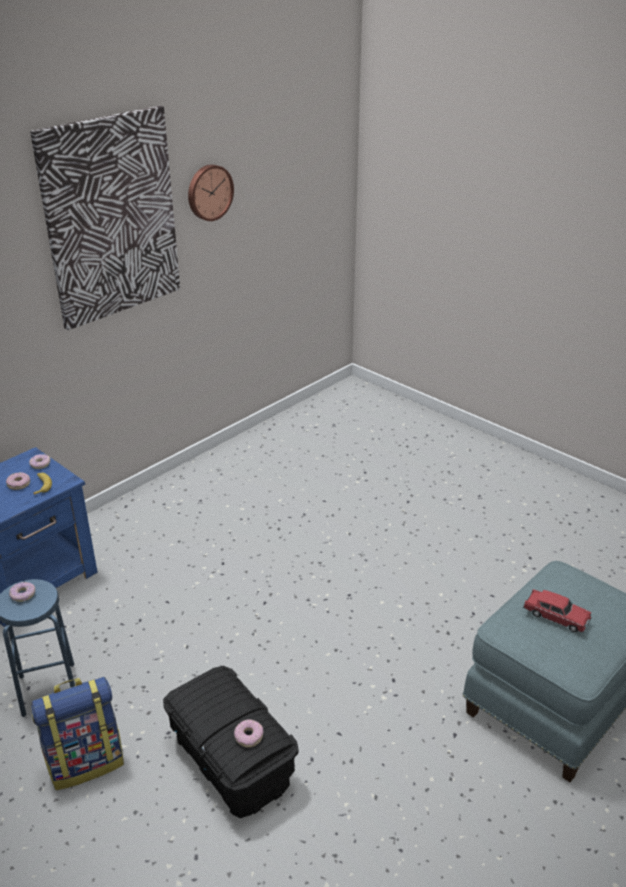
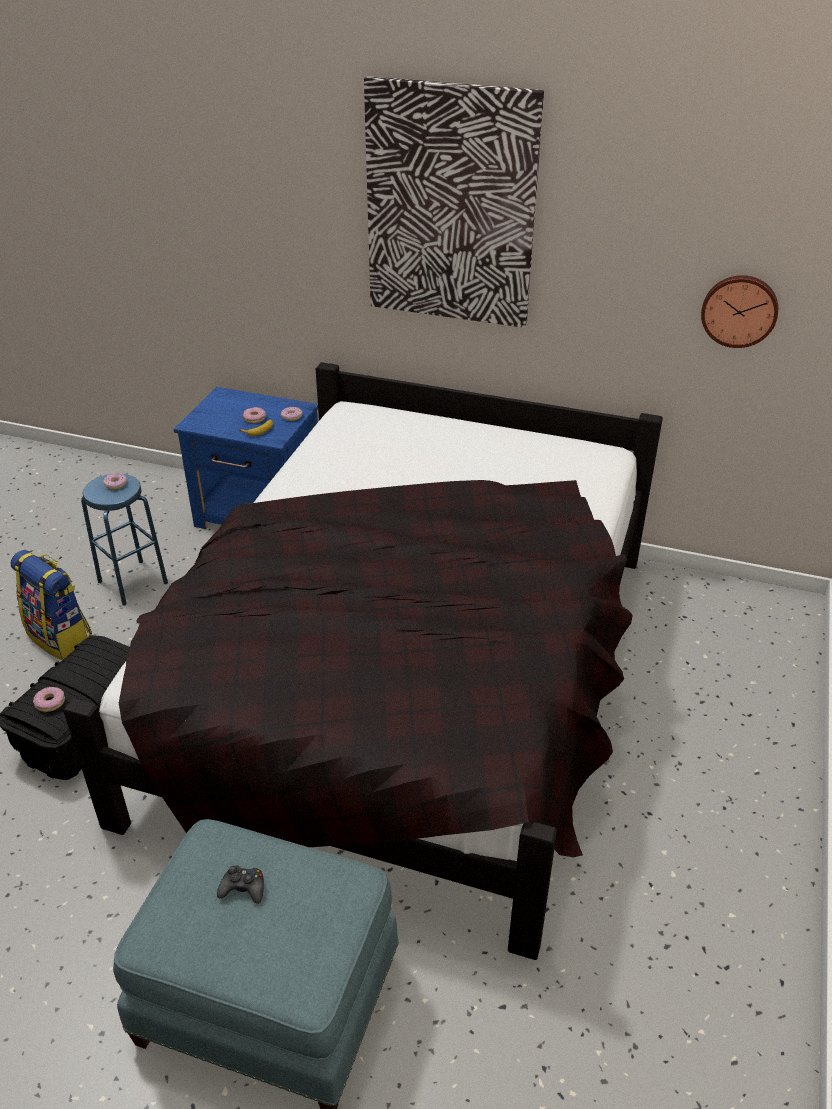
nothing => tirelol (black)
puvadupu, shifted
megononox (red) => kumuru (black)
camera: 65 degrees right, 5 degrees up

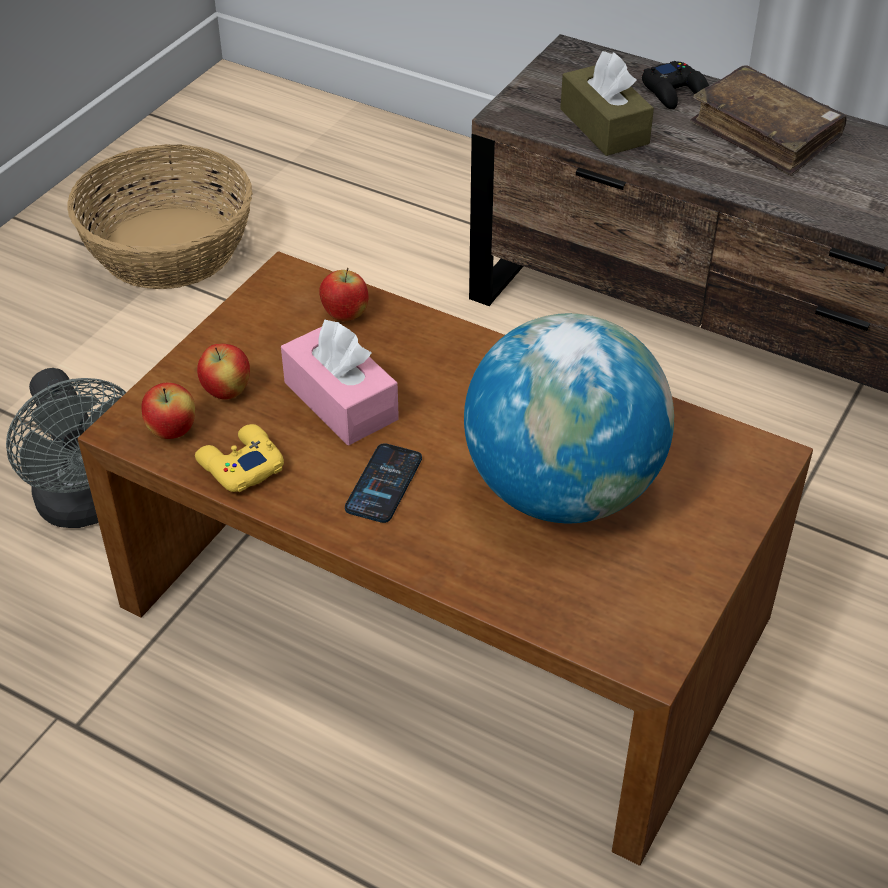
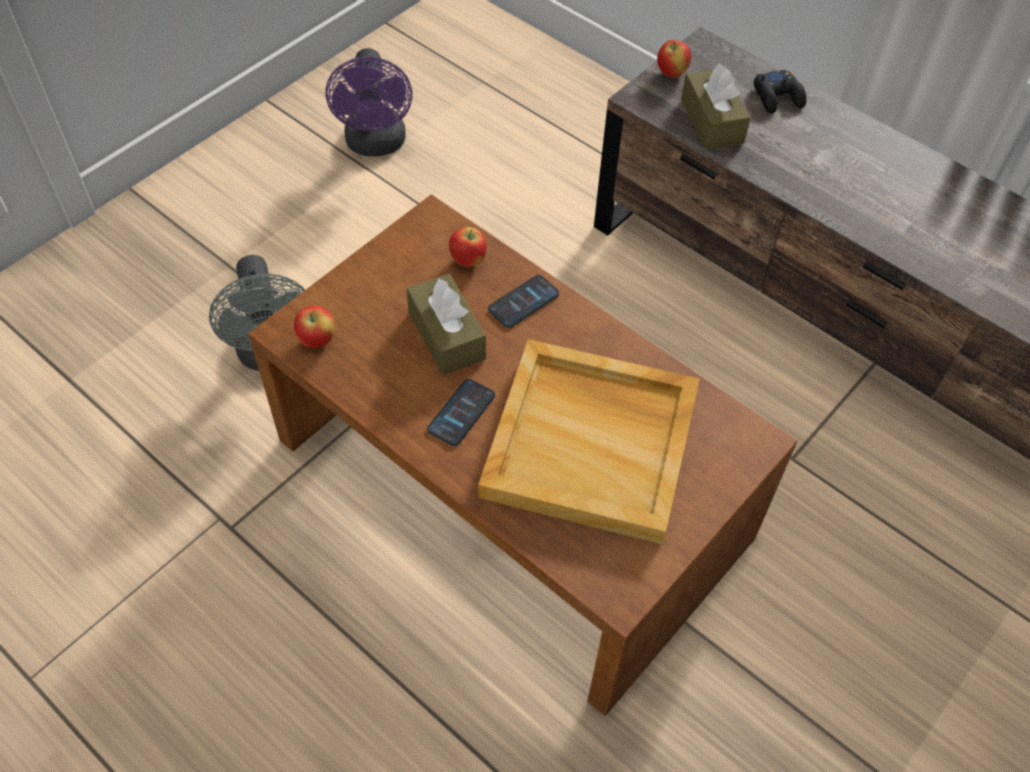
kumuru (yellow) => nothing
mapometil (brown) => nothing
nothing => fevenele (no. 2 from left)
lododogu (no. 2 from left in the first image) => lododogu (no. 3 from left), shifted
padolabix => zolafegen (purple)
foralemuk => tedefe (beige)
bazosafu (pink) => bazosafu (brown) (no. 1 from left)
camera: 10 degrees right, 10 degrees up

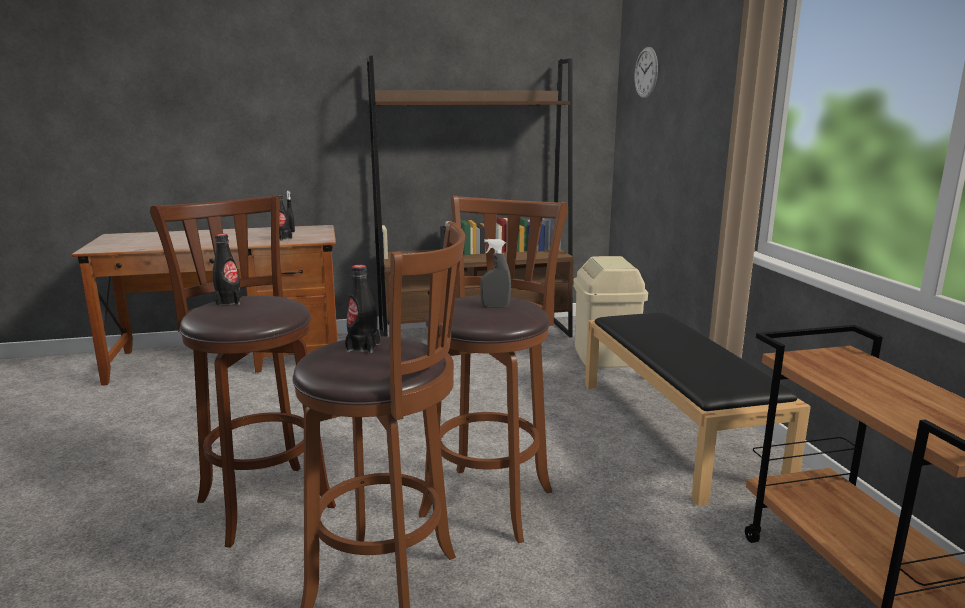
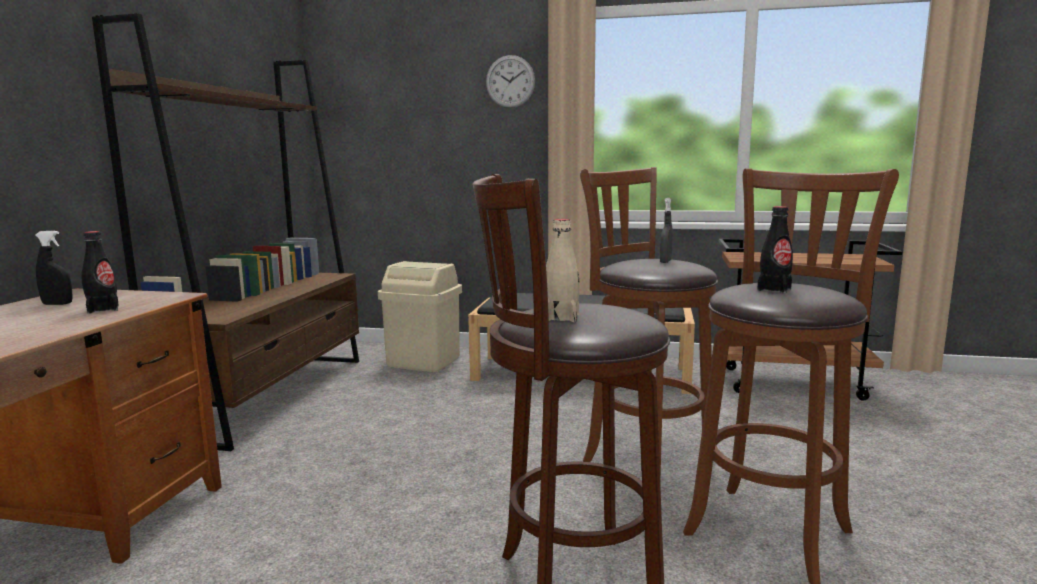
puvadupu, shifted
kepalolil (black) (no. 1 from left) => kepalolil (beige)
camera: 65 degrees left, 5 degrees down

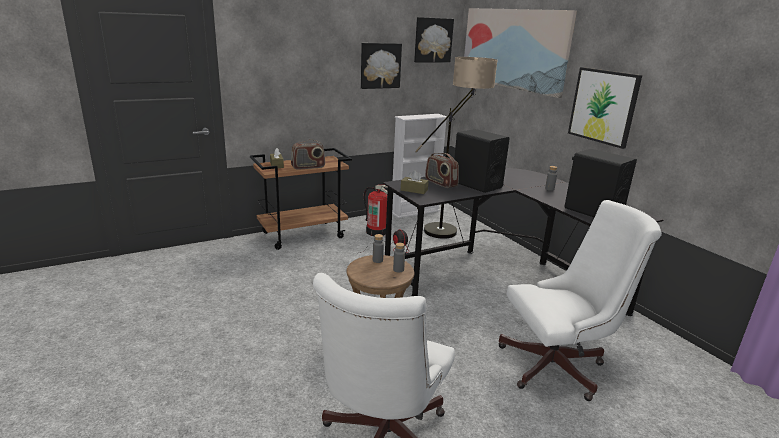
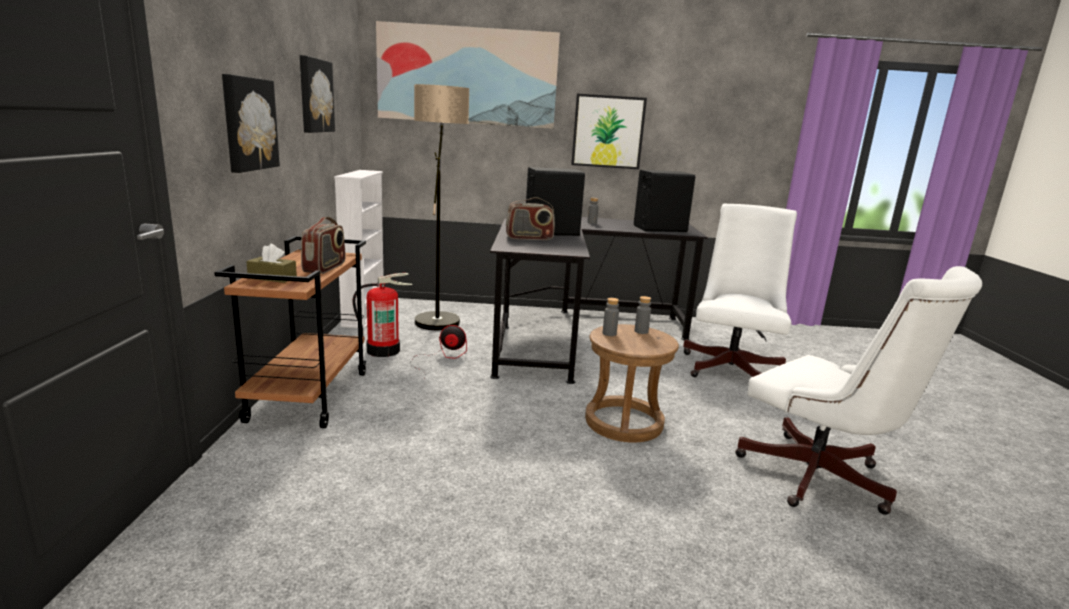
bazosafu (brown) (no. 2 from left) => nothing
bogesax (no. 2 from left in the first image) => bogesax (no. 1 from left), shifted
camera: 60 degrees left, 5 degrees down

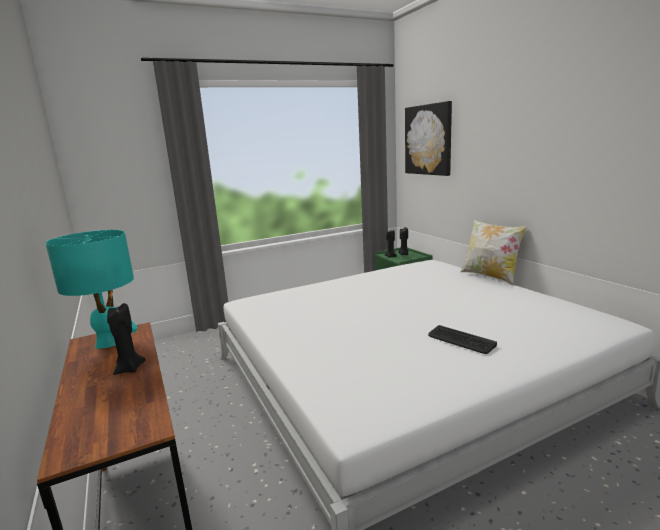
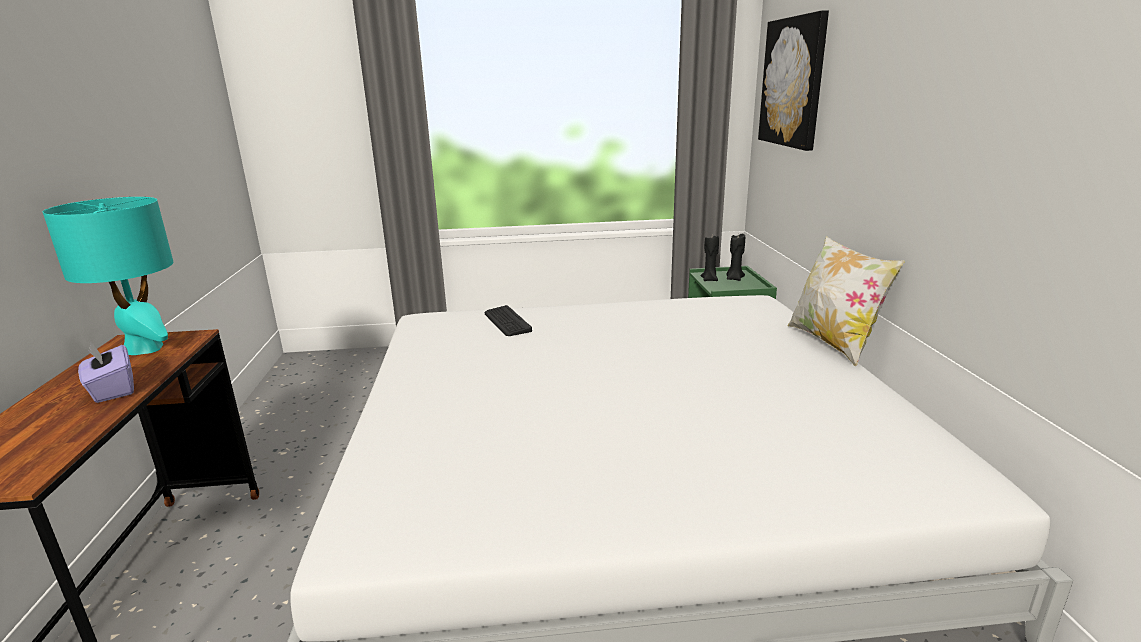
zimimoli, shifted
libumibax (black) (no. 1 from left) => bazosafu (purple)
camera: 20 degrees right, 5 degrees up

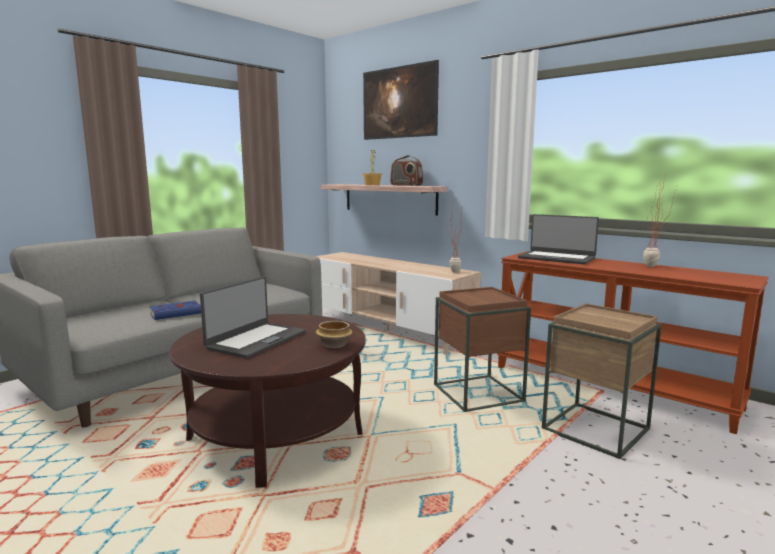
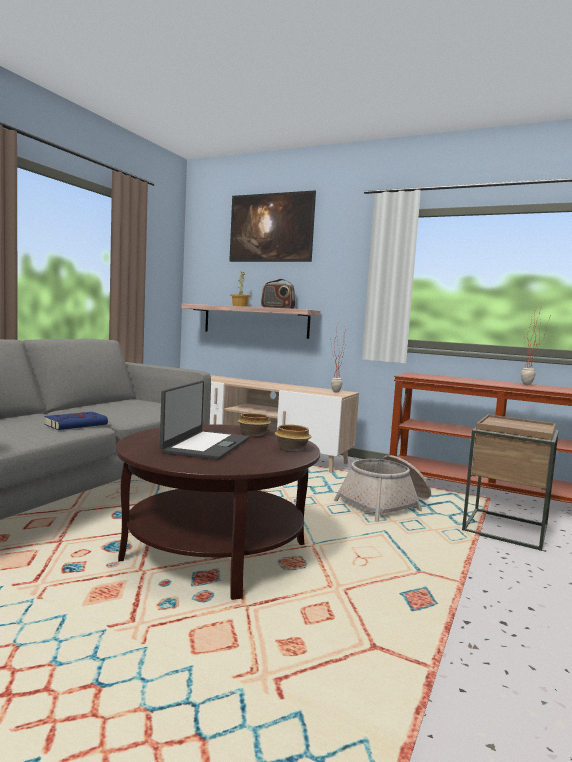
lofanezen (no. 2 from left) => nothing
nothing => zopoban (no. 1 from left)
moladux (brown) (no. 1 from left) => padolabix
camera: 15 degrees left, 5 degrees down

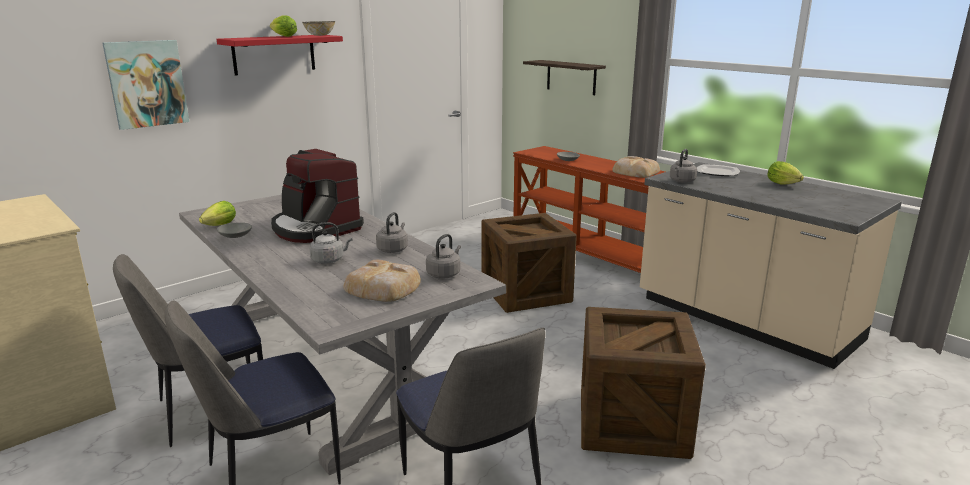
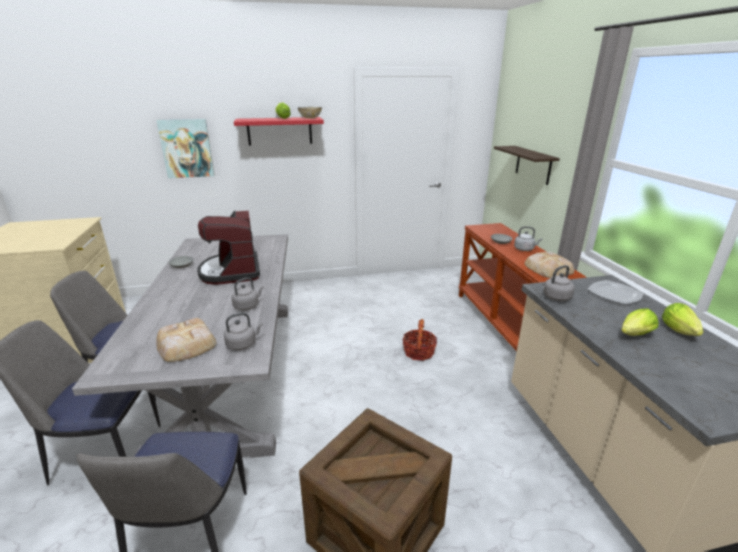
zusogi (no. 1 from left in the first image) => zusogi (no. 2 from left), shifted
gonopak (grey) (no. 1 from left in the first image) => gonopak (grey) (no. 3 from left), shifted
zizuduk (no. 1 from left) => padolabix
camera: 30 degrees right, 5 degrees up

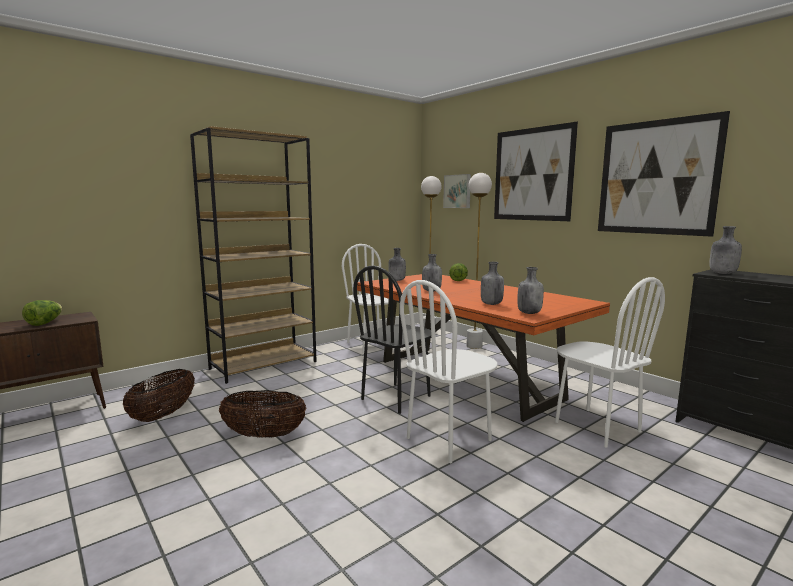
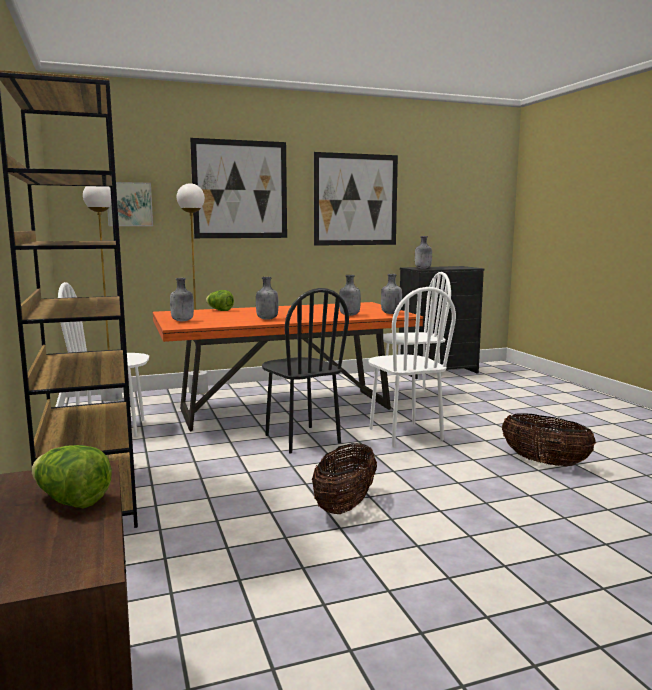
padolabix (no. 1 from left in the first image) => padolabix (no. 2 from left), shifted
camera: 70 degrees left, 0 degrees up

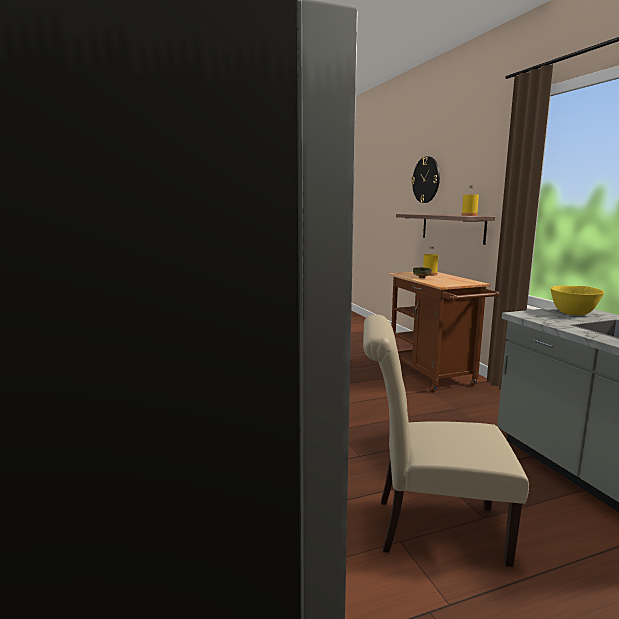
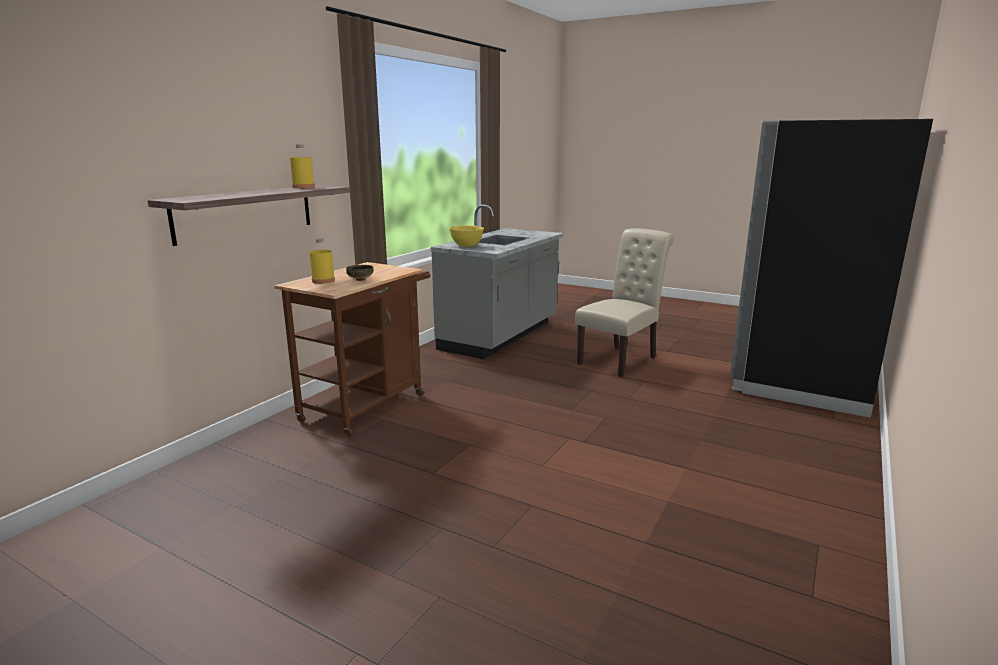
puvadupu => nothing
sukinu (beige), 105 degrees counterclockwise
camera: 130 degrees left, 5 degrees up

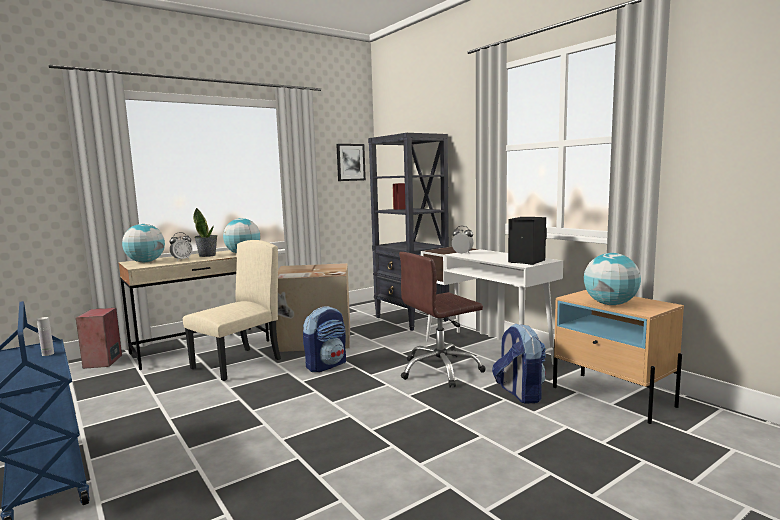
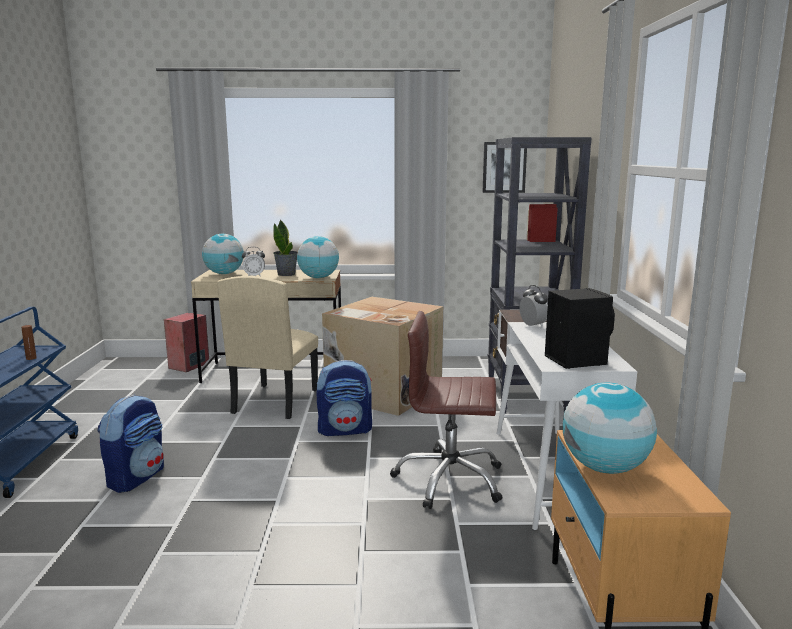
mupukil (no. 2 from left in the first image) => mupukil (no. 1 from left), shifted
kepalolil (white) => kepalolil (brown)
sukinu (beige), 120 degrees clockwise
camera: 35 degrees right, 5 degrees up

